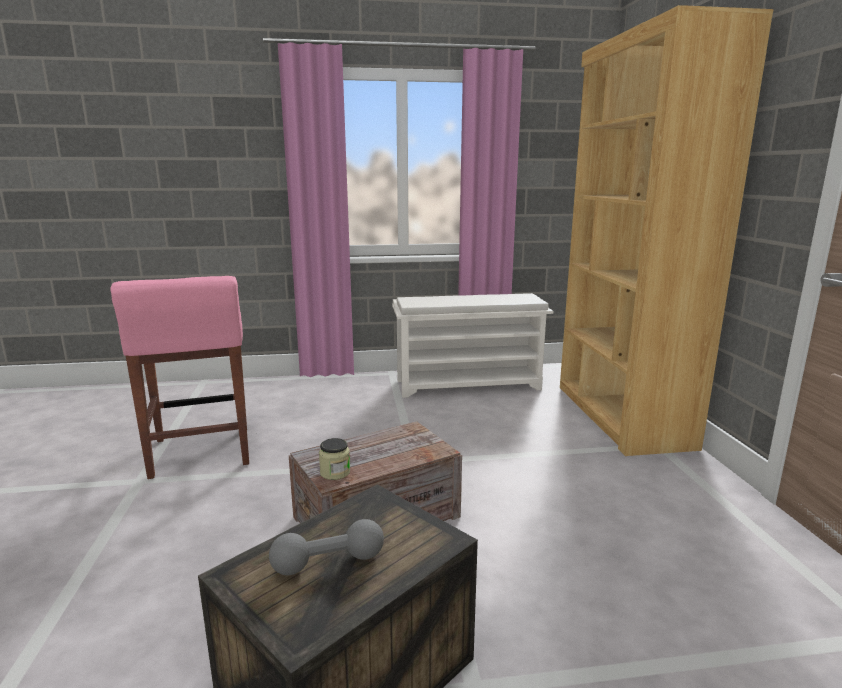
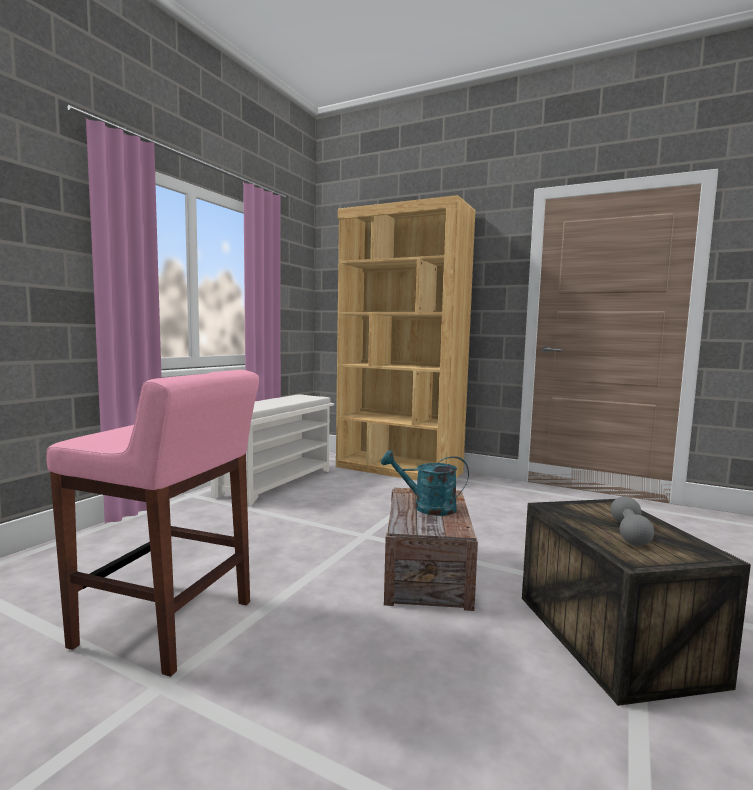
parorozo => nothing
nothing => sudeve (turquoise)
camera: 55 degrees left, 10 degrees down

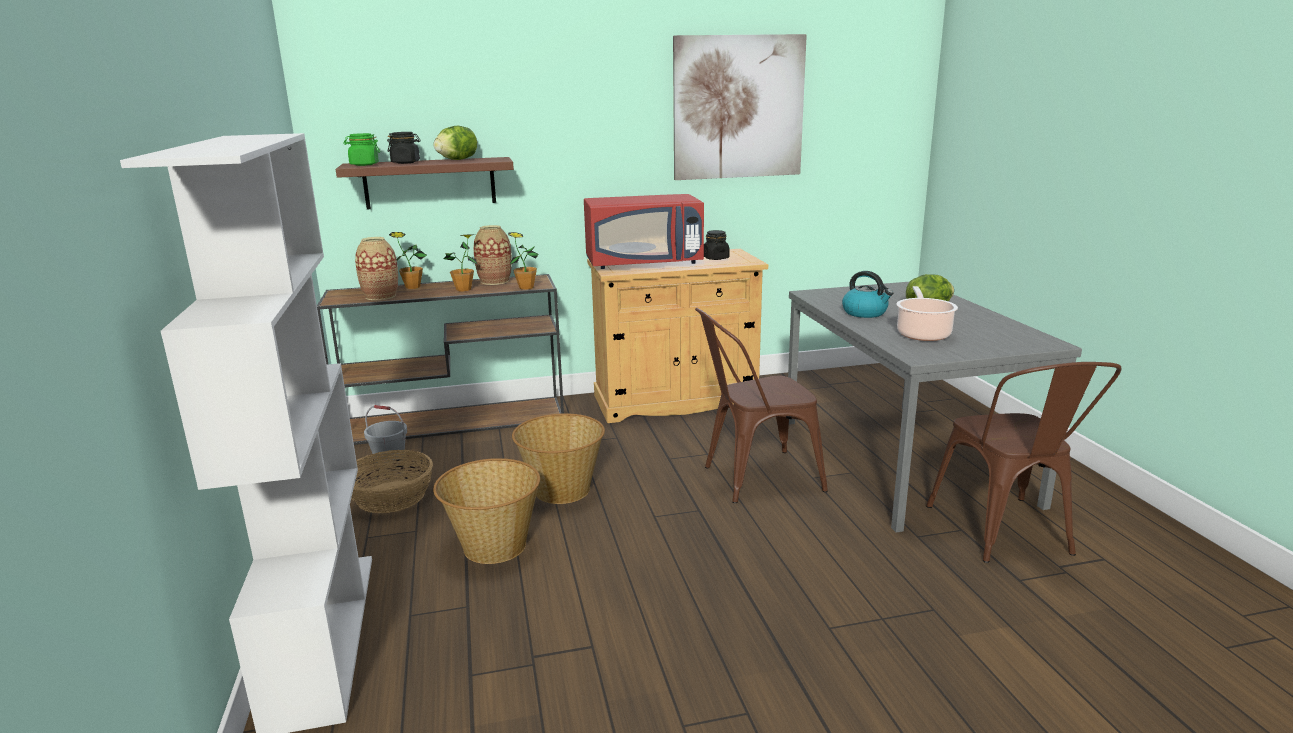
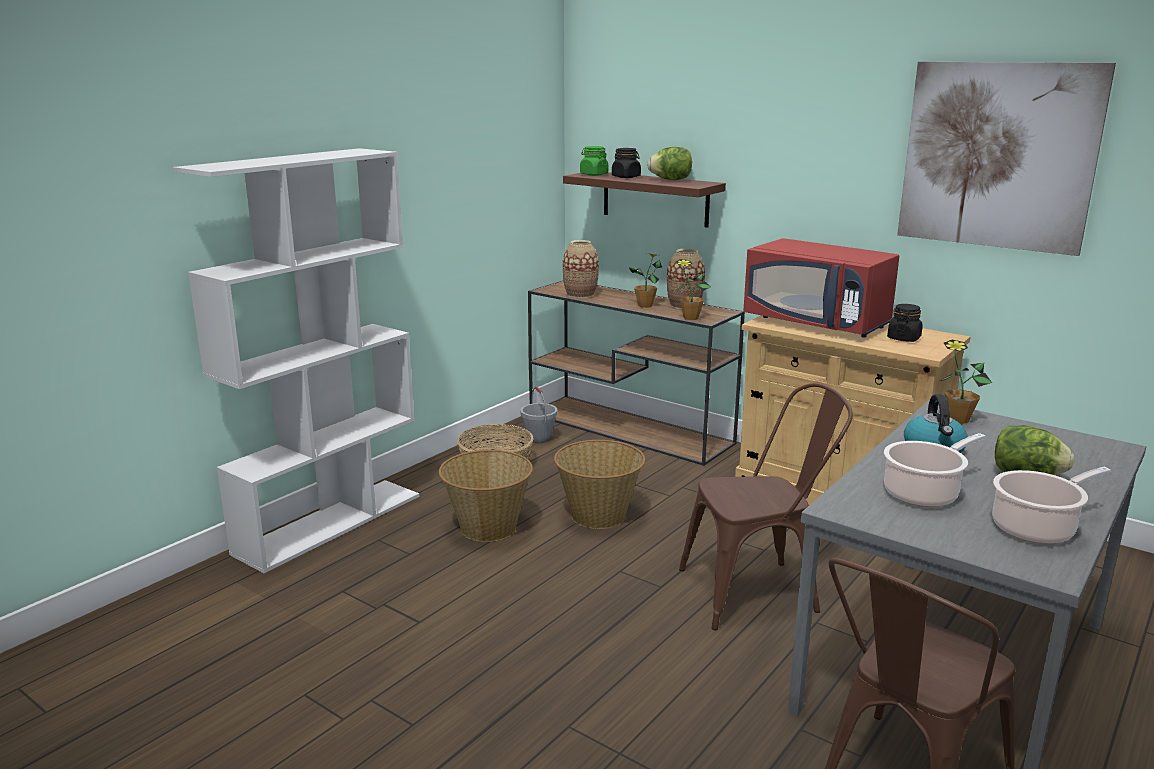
nothing => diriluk (no. 2 from left)
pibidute (no. 1 from left in the first image) => pibidute (no. 3 from left), shifted
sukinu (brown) (no. 1 from left), 135 degrees clockwise
camera: 50 degrees right, 0 degrees up

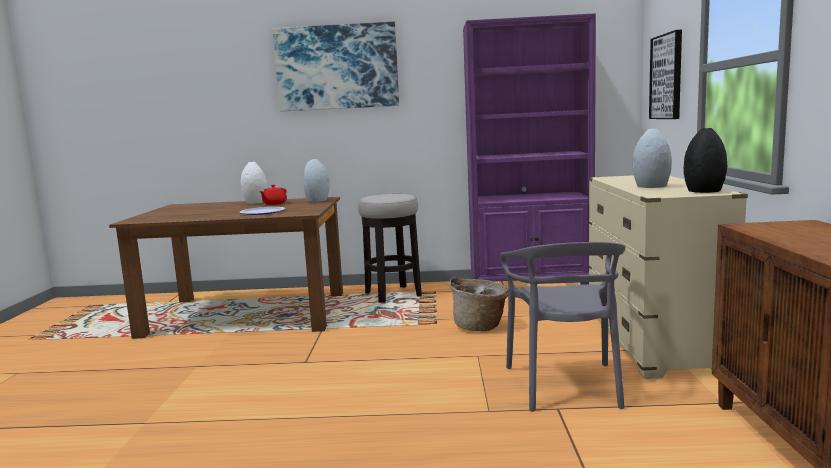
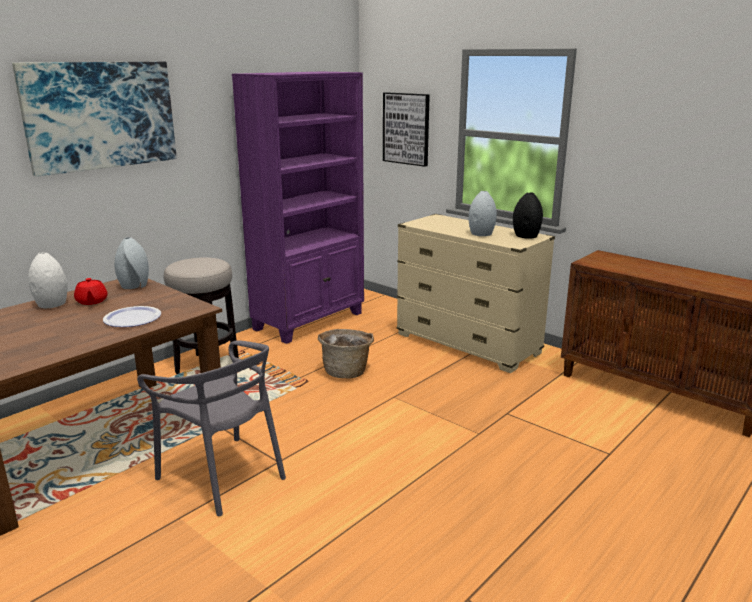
sukinu (grey), shifted
camera: 50 degrees left, 10 degrees up

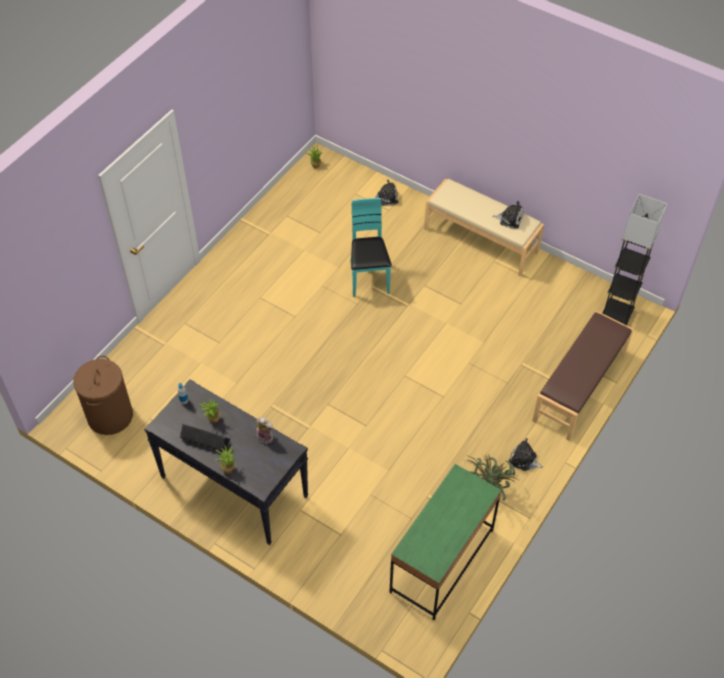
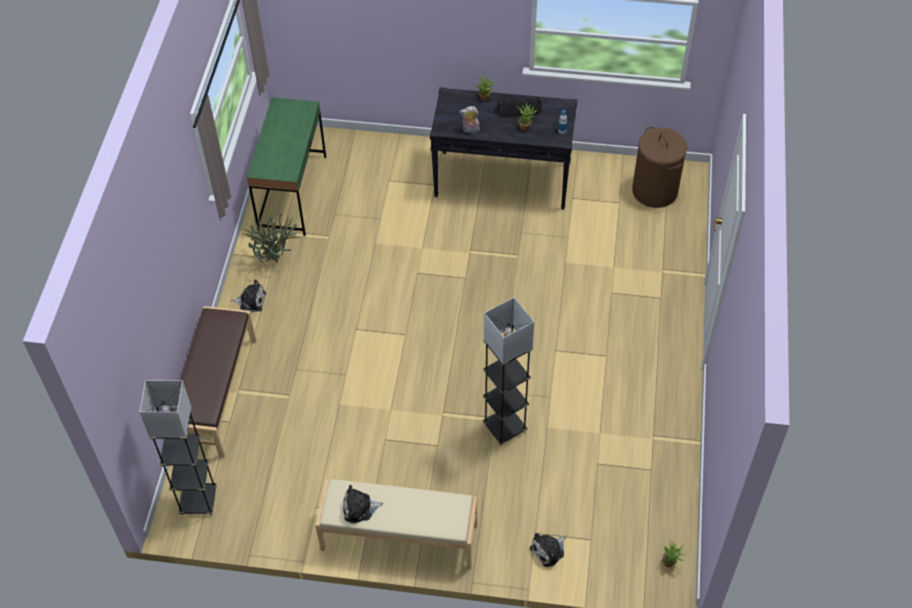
sukinu (turquoise) => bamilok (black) (no. 2 from left)
camera: 155 degrees right, 0 degrees up

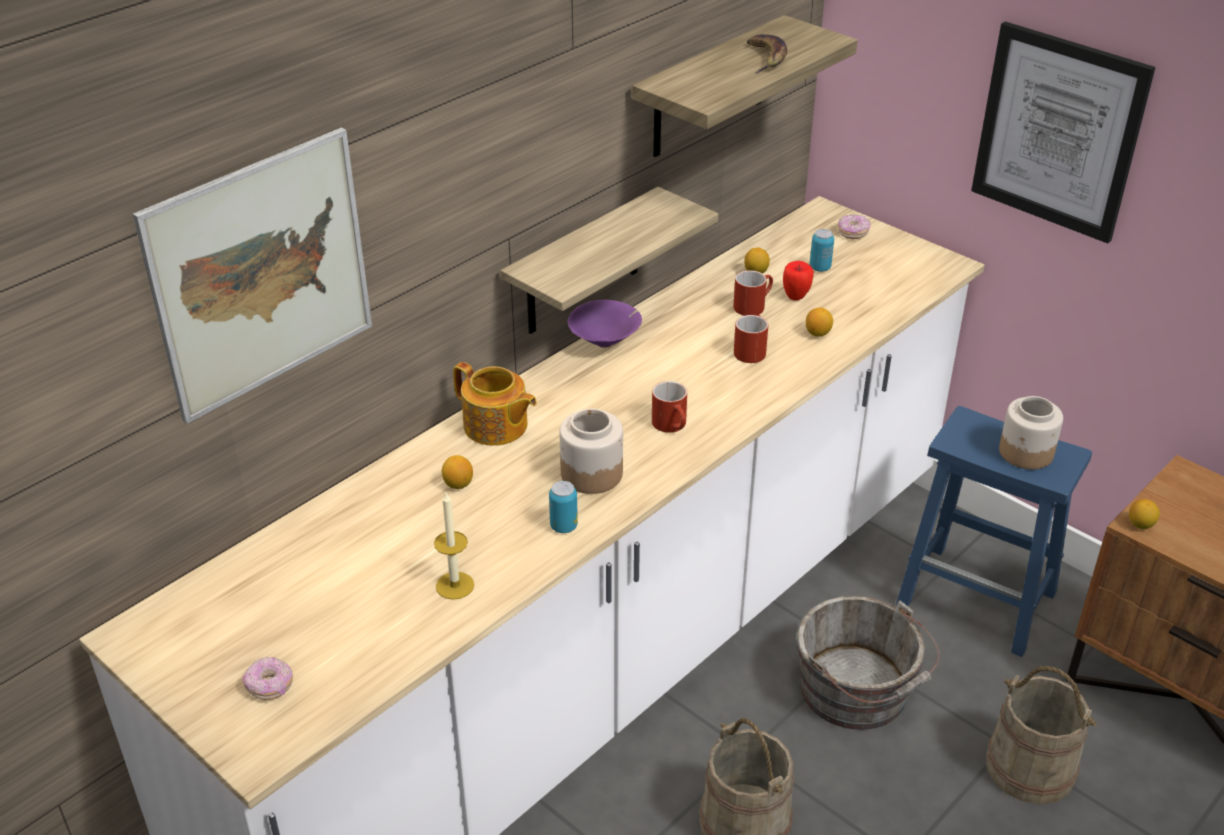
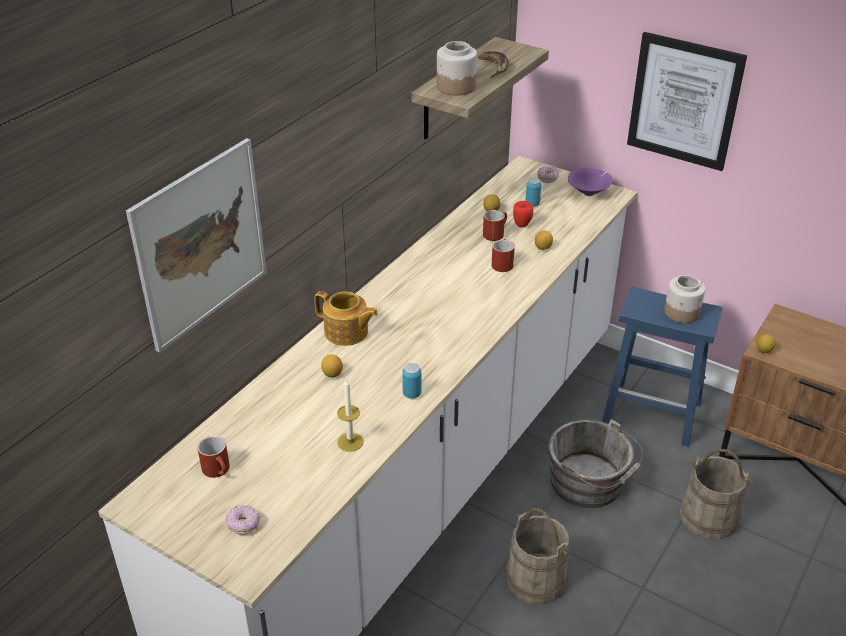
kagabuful (no. 1 from left) => nothing
parorozo (no. 1 from left), shifted
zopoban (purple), shifted
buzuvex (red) (no. 1 from left), shifted
camera: 10 degrees left, 0 degrees up

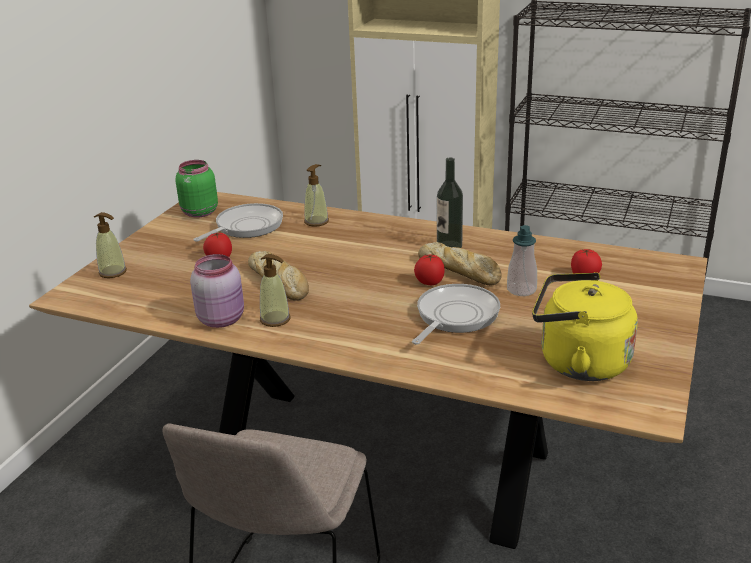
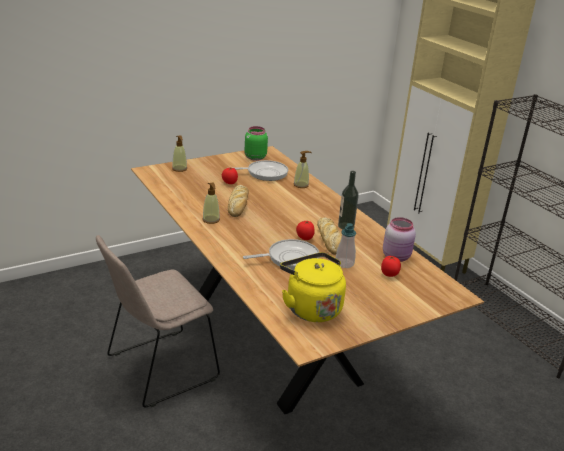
parorozo (pink), shifted
camera: 35 degrees right, 0 degrees up

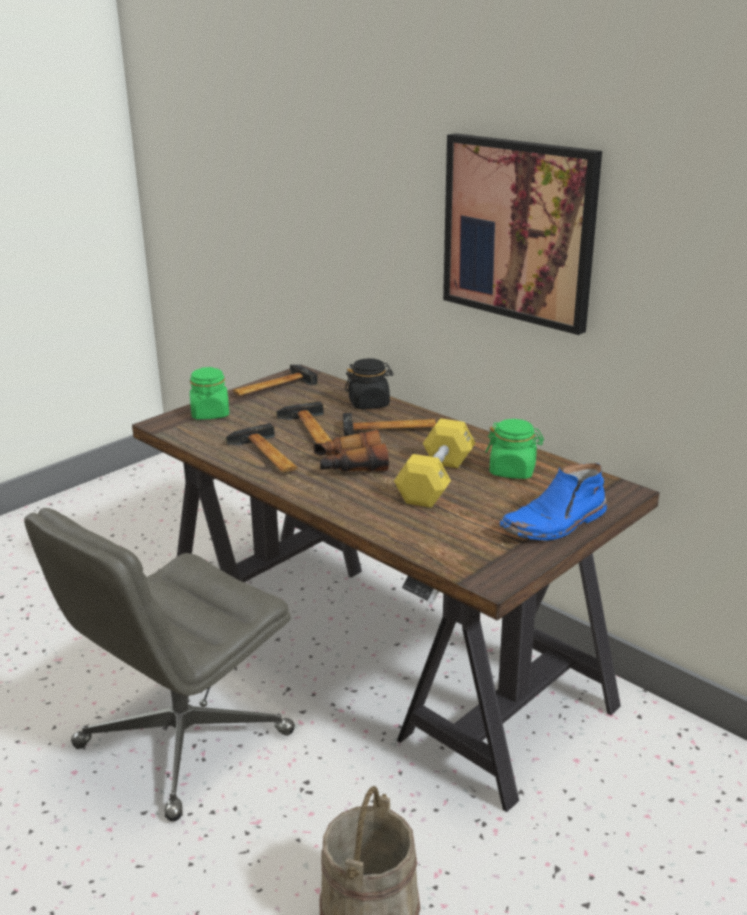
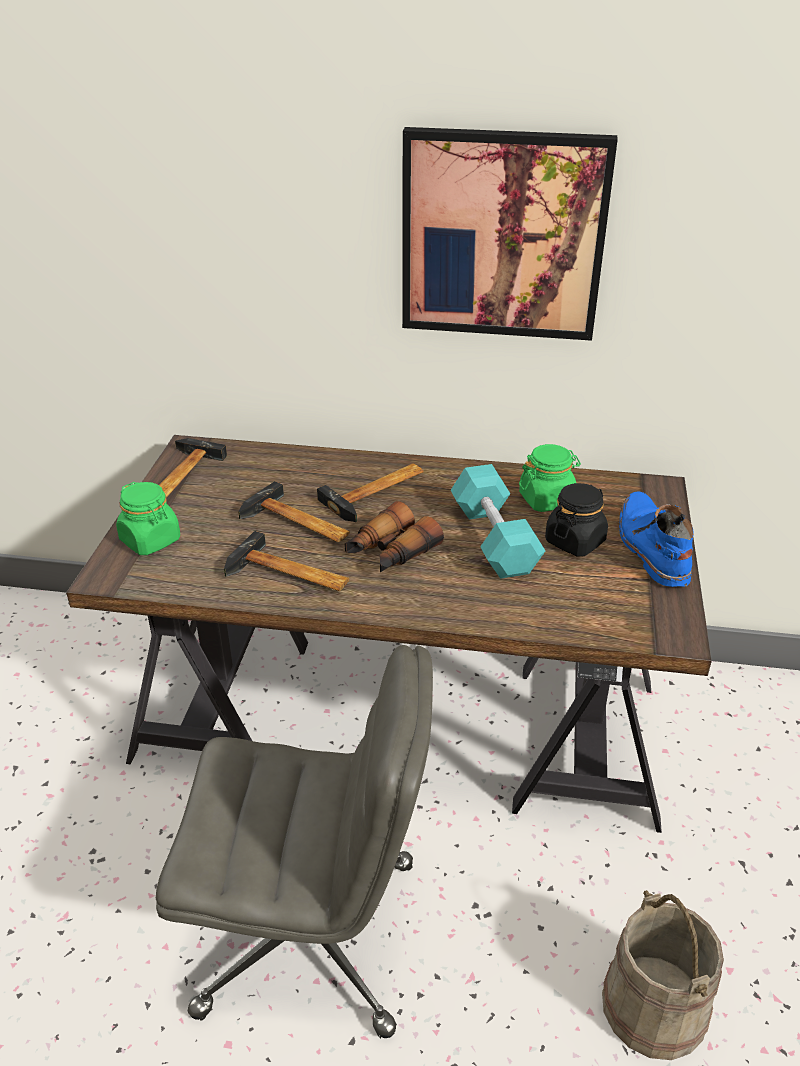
parorozo (black), shifted
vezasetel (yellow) => vezasetel (turquoise)
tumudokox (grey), 90 degrees counterclockwise
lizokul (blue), 150 degrees clockwise
camera: 35 degrees left, 10 degrees up

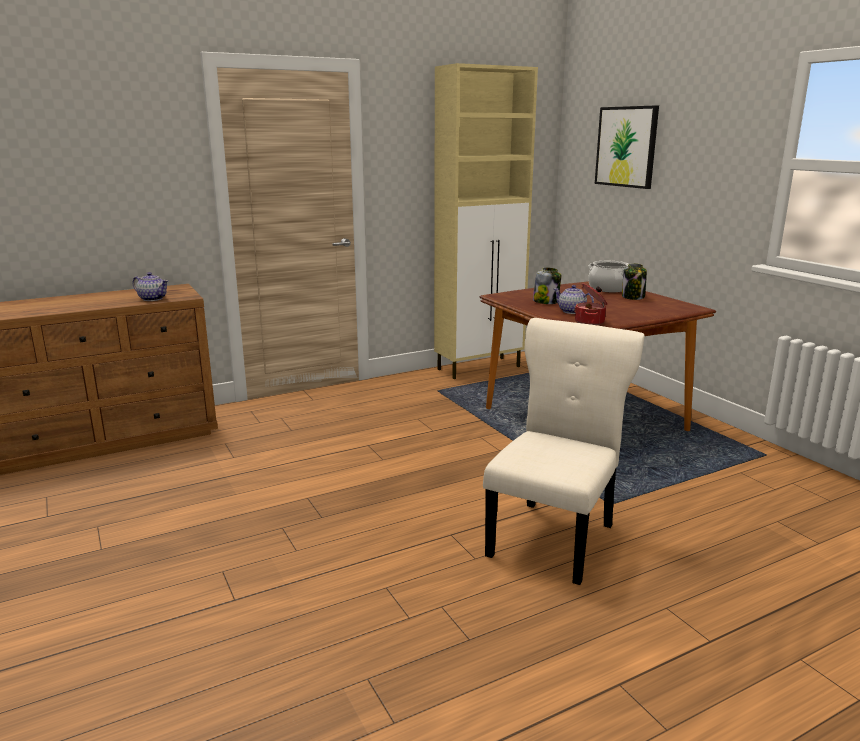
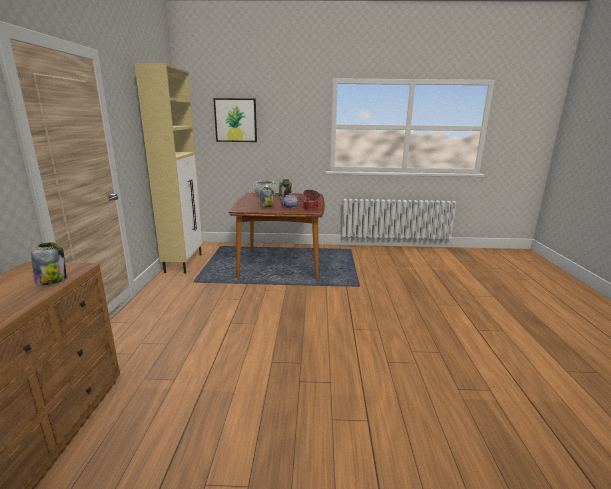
sukinu (beige) => nothing
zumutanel (no. 1 from left) => parorozo (no. 1 from left)
camera: 60 degrees left, 0 degrees up

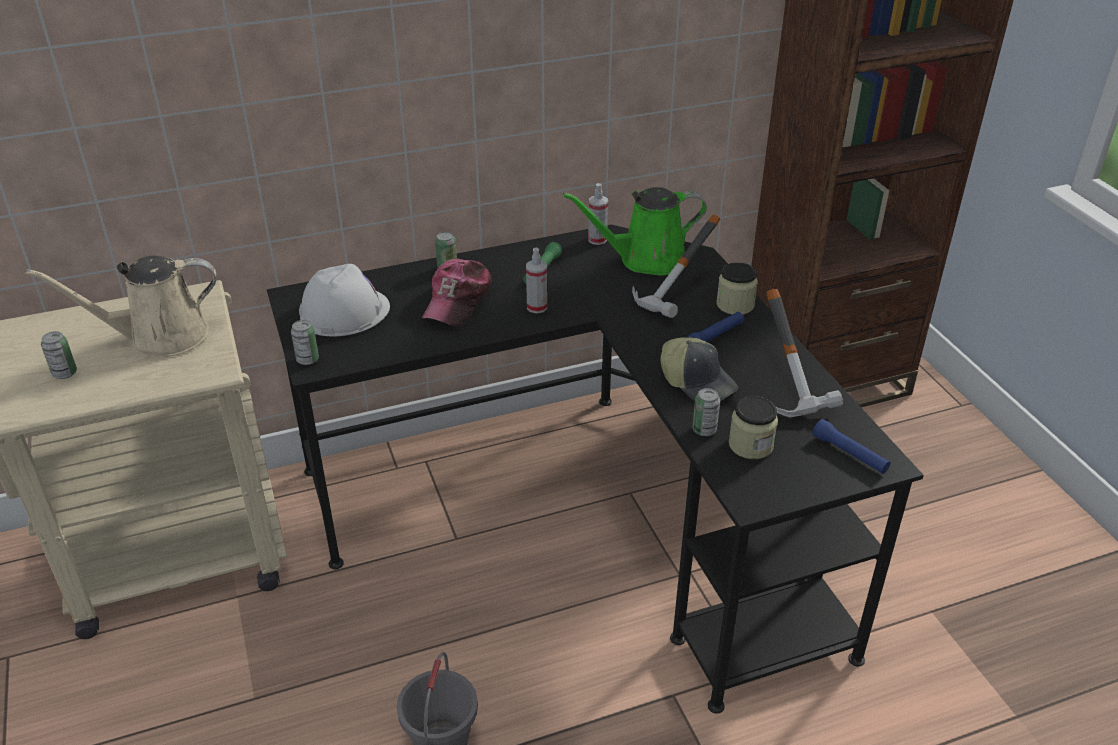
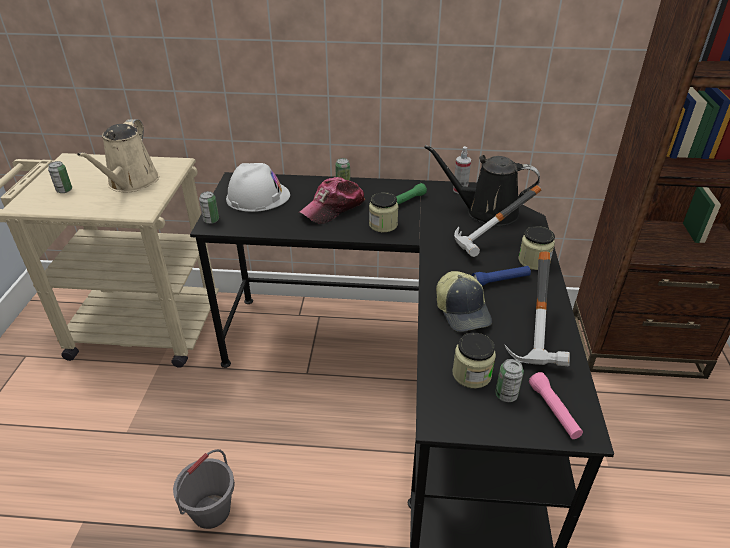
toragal (no. 4 from left), shifted
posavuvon (no. 1 from left) => parorozo (no. 1 from left)
sudeve (green) => sudeve (black)
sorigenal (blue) (no. 2 from left) => sorigenal (pink)
sudeve (beige), 90 degrees counterclockwise
camera: 25 degrees right, 0 degrees up

